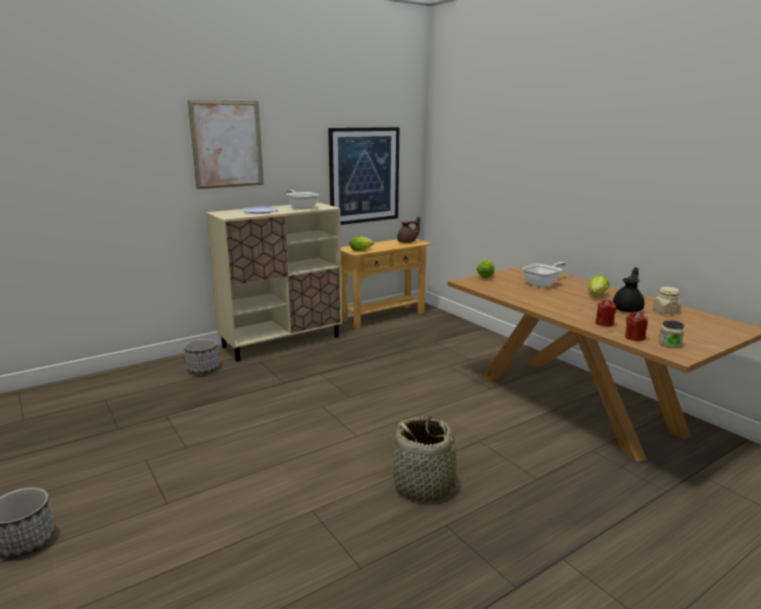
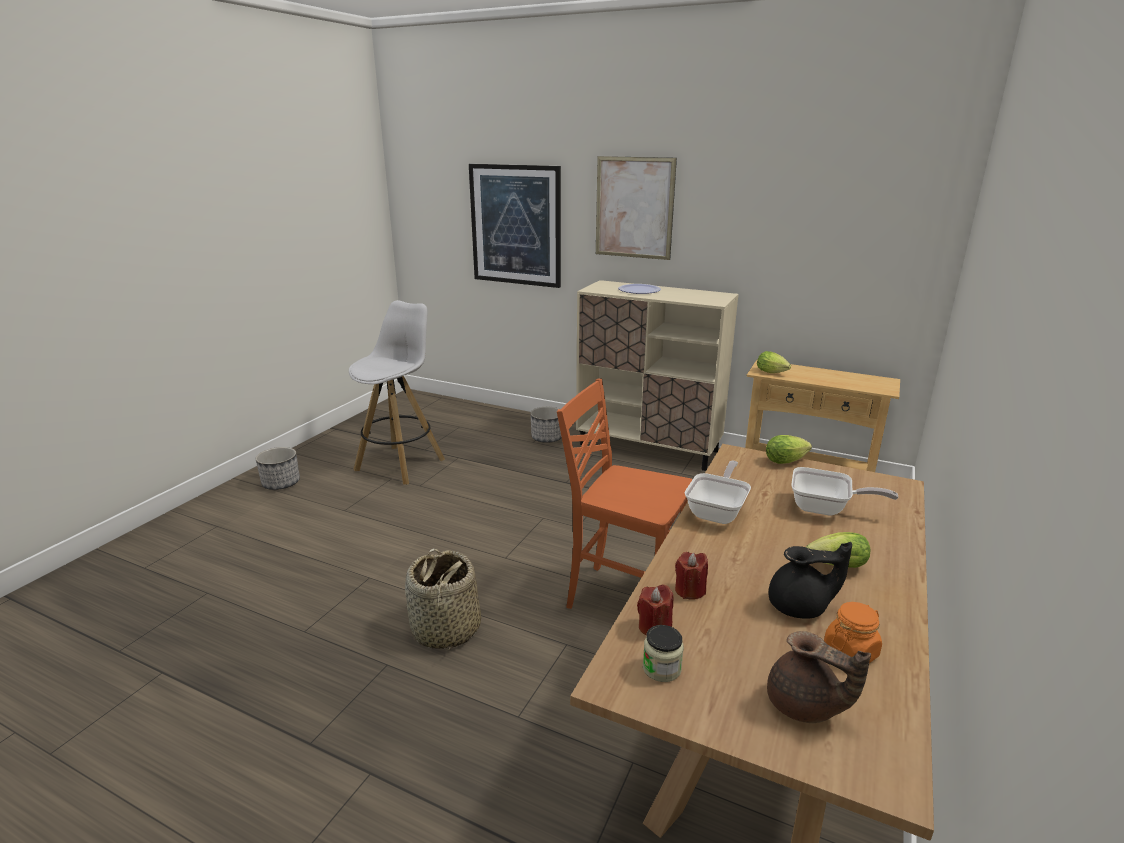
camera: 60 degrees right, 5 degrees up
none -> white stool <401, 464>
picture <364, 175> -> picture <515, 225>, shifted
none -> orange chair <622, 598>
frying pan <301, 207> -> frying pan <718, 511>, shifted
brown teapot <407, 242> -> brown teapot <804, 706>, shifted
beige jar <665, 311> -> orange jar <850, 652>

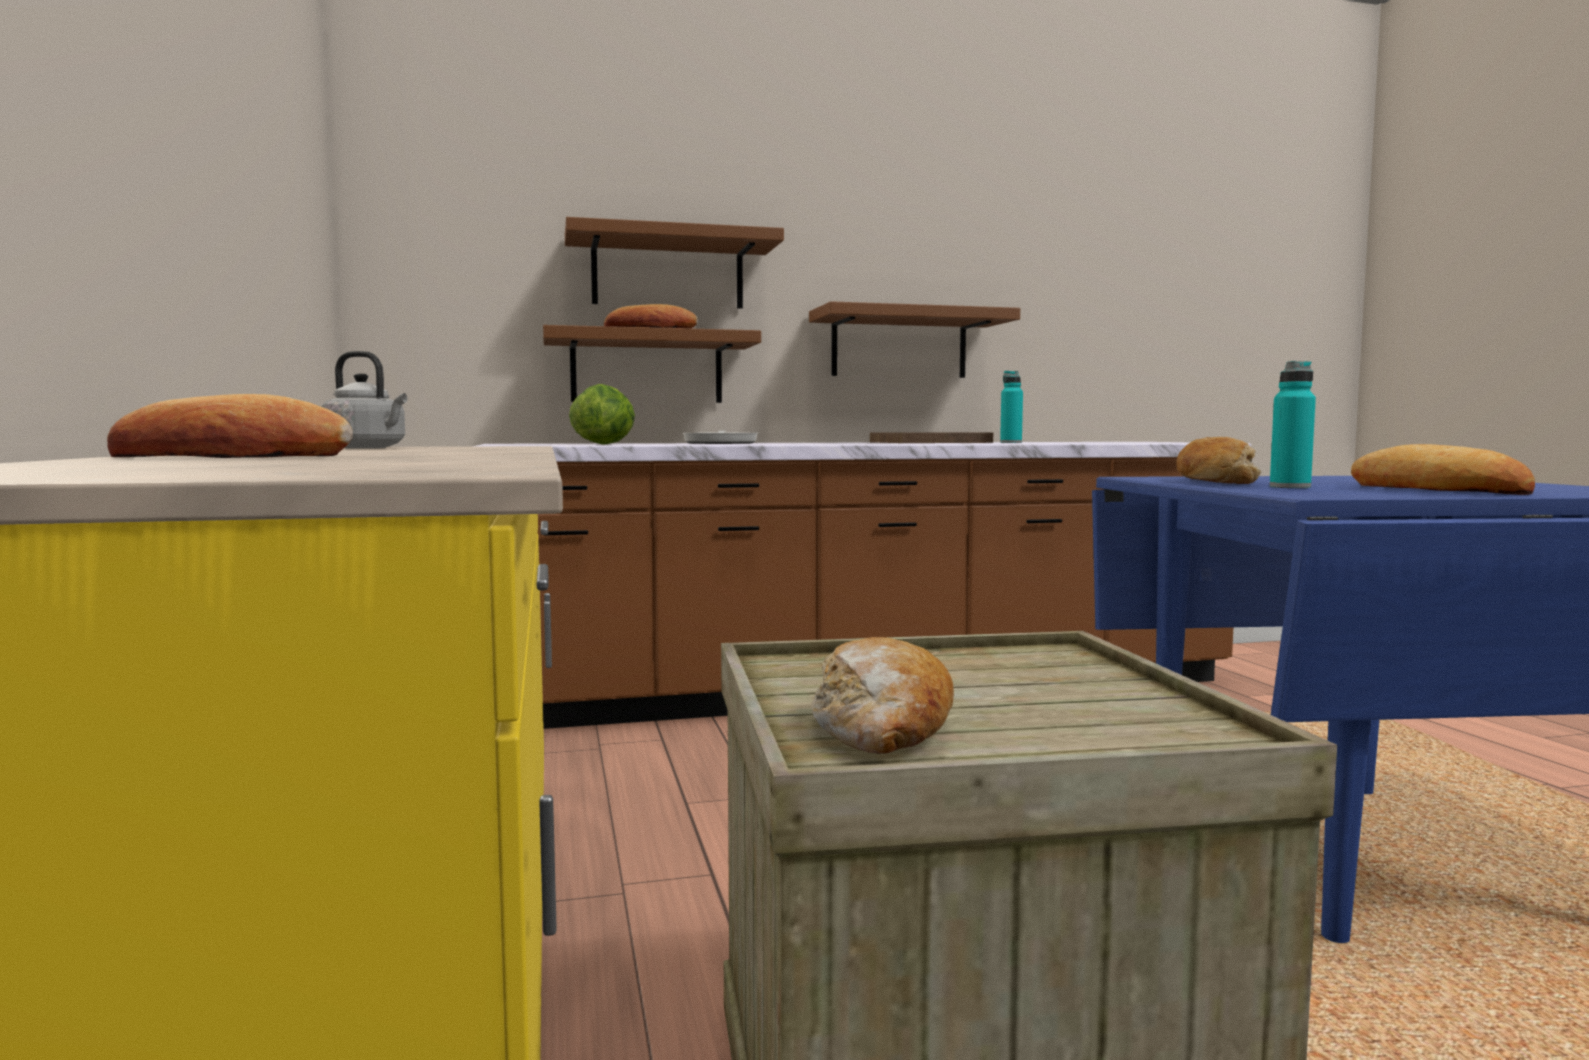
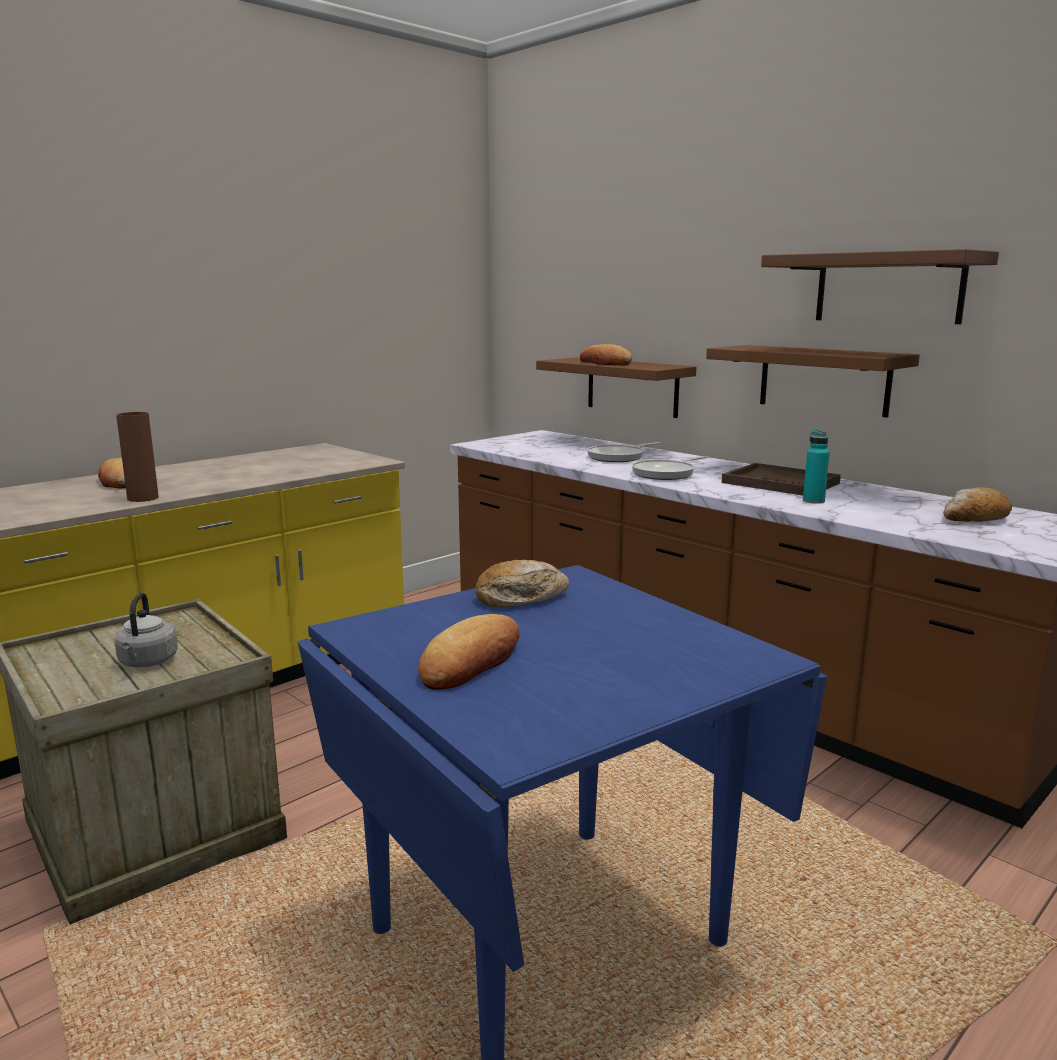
camera: 60 degrees right, 10 degrees up
grey kettle <368, 448> -> grey kettle <147, 662>, shifted
none -> brown vase <143, 498>
none -> frying pan <666, 473>
brown shelf <668, 272> -> brown shelf <888, 288>, shifted
bread <882, 729> -> bread <974, 519>, shifted
lettuce <604, 444> -> none
turquoise bottle <1290, 487> -> none

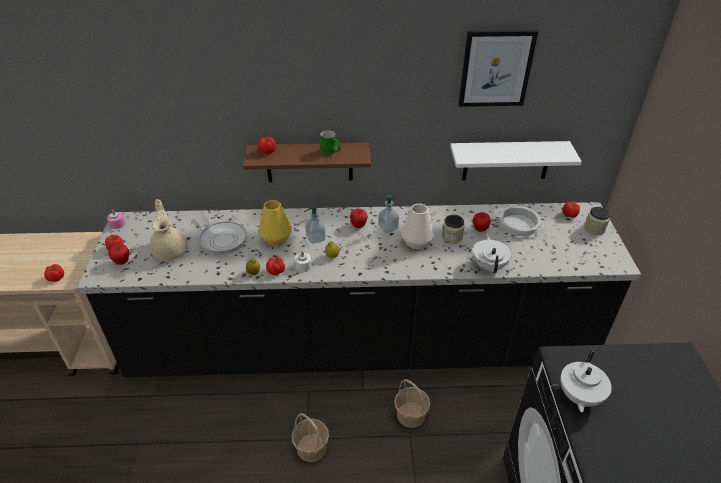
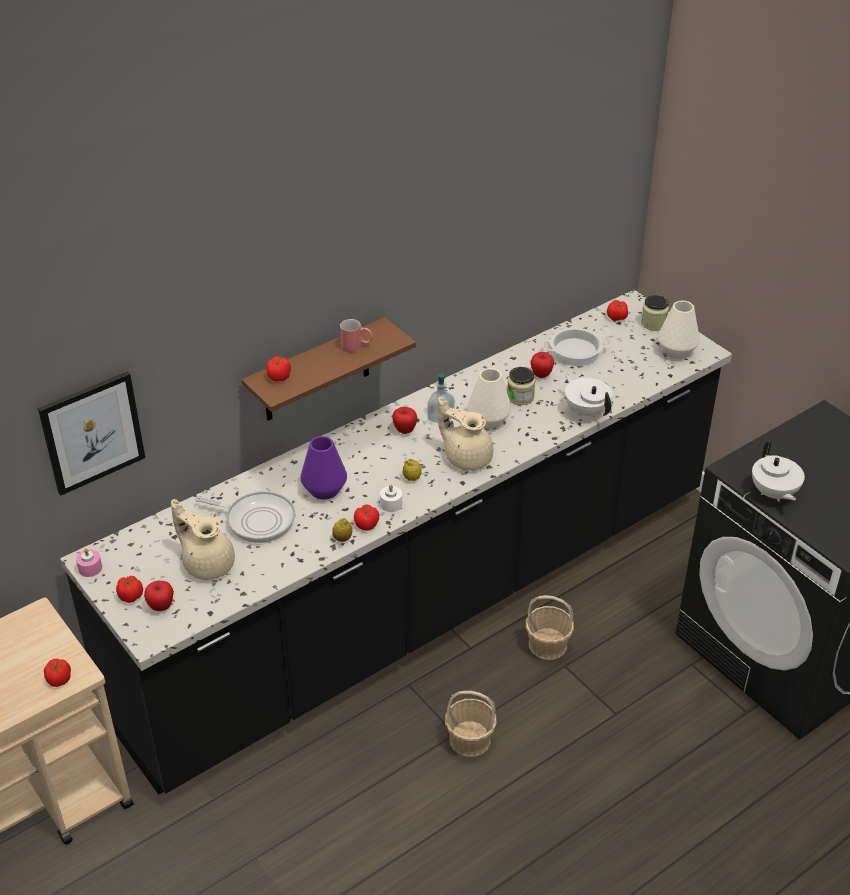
camera: 35 degrees left, 0 degrees up
picture <496, 69> -> picture <92, 432>, shifted
yellow vase <276, 239> -> purple vase <324, 489>
green mug <331, 152> -> red mug <356, 346>
none -> beige teapot <466, 457>
none -> white vase <676, 350>
soap dispenser <315, 238> -> none
white shelf <506, 160> -> none

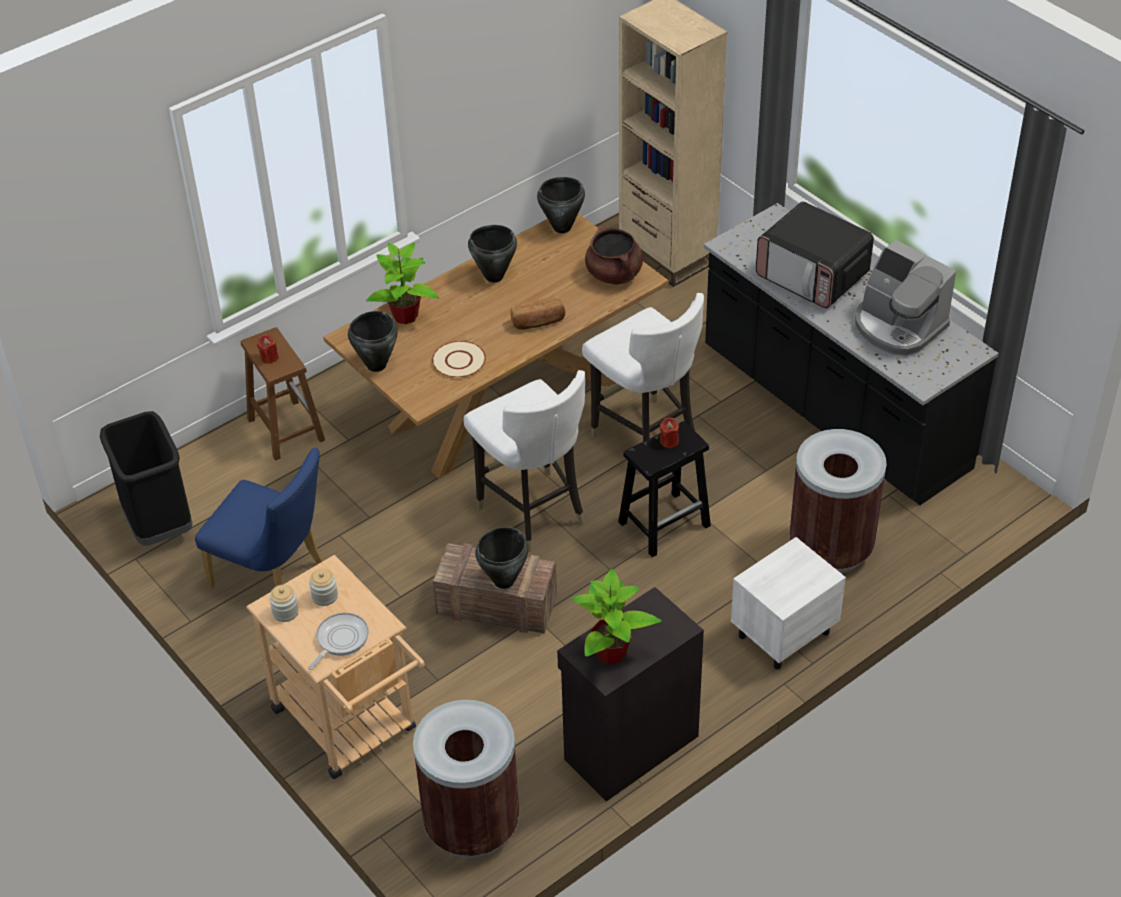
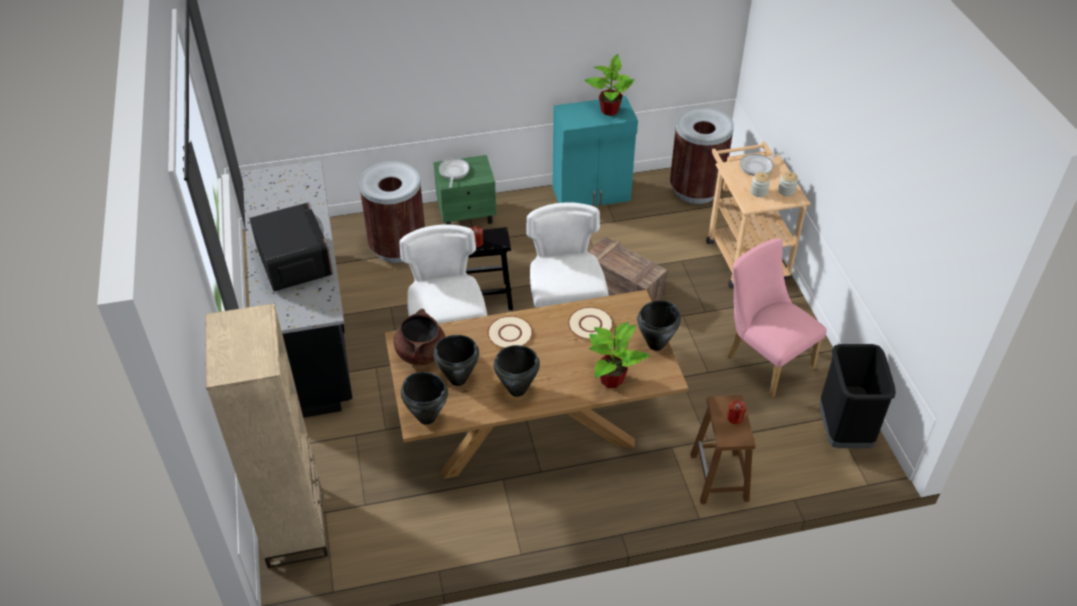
camera: 155 degrees left, 0 degrees up
white nightstand <782, 634> -> green nightstand <467, 215>
black cooking pot <504, 581> -> black cooking pot <457, 379>, shifted
none -> frying pan <453, 172>
bread <538, 322> -> beige plate <510, 334>
black cabinet <629, 747> -> turquoise cabinet <592, 194>
blue chair <274, 576> -> pink chair <764, 359>
coffee machine <898, 326> -> none

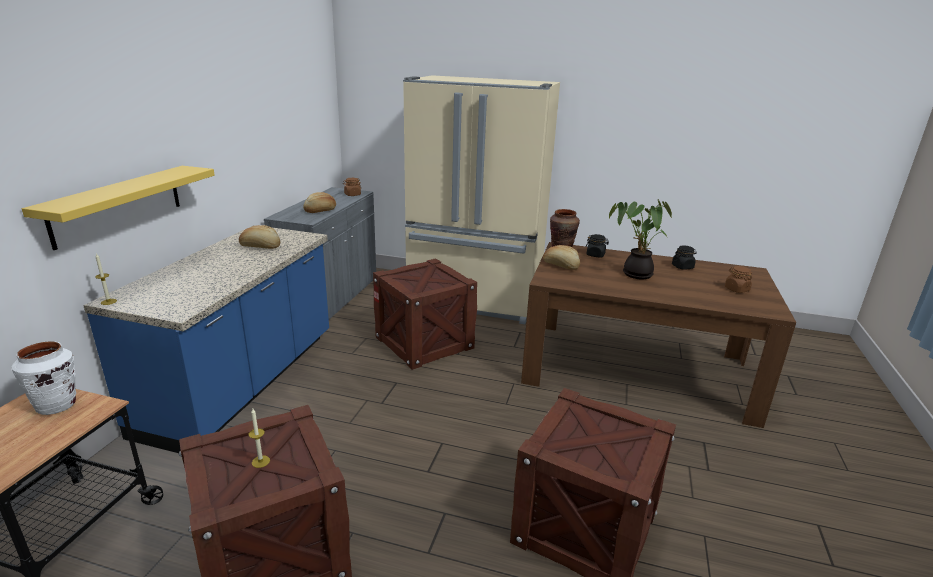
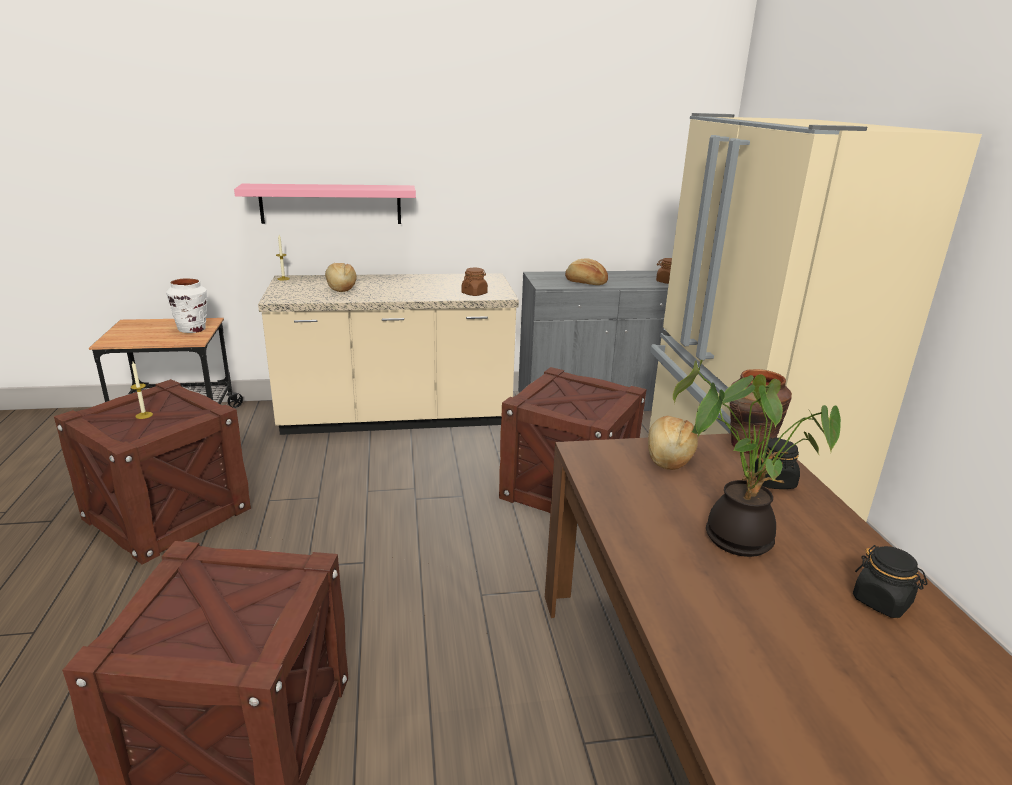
camera: 65 degrees right, 0 degrees up
yellow shelf <118, 204> -> pink shelf <331, 204>
blue counter <243, 382> -> beige counter <396, 417>
bread <260, 247> -> bread <340, 287>, shifted
brown jar <736, 289> -> brown jar <474, 294>, shifted

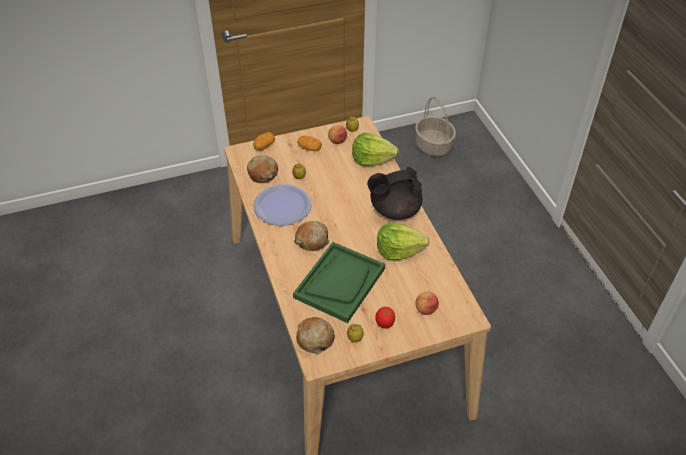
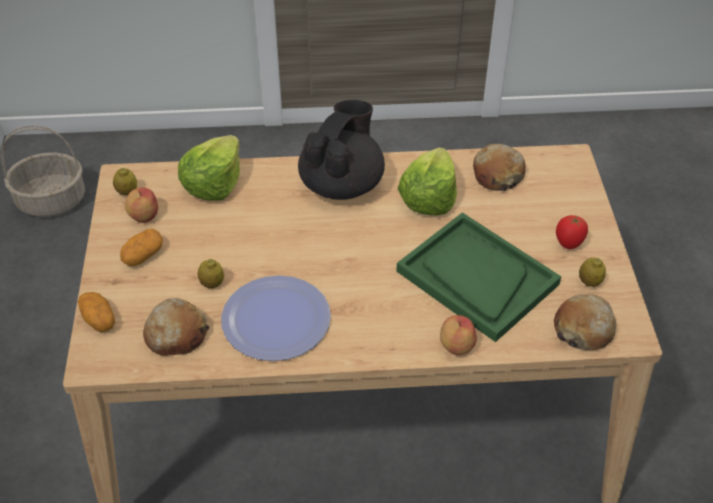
camera: 75 degrees left, 0 degrees up
black teapot <394, 210> -> black teapot <342, 184>, 150 degrees counterclockwise
apple <426, 309> -> apple <455, 346>, shifted
bread <312, 240> -> bread <497, 175>, shifted

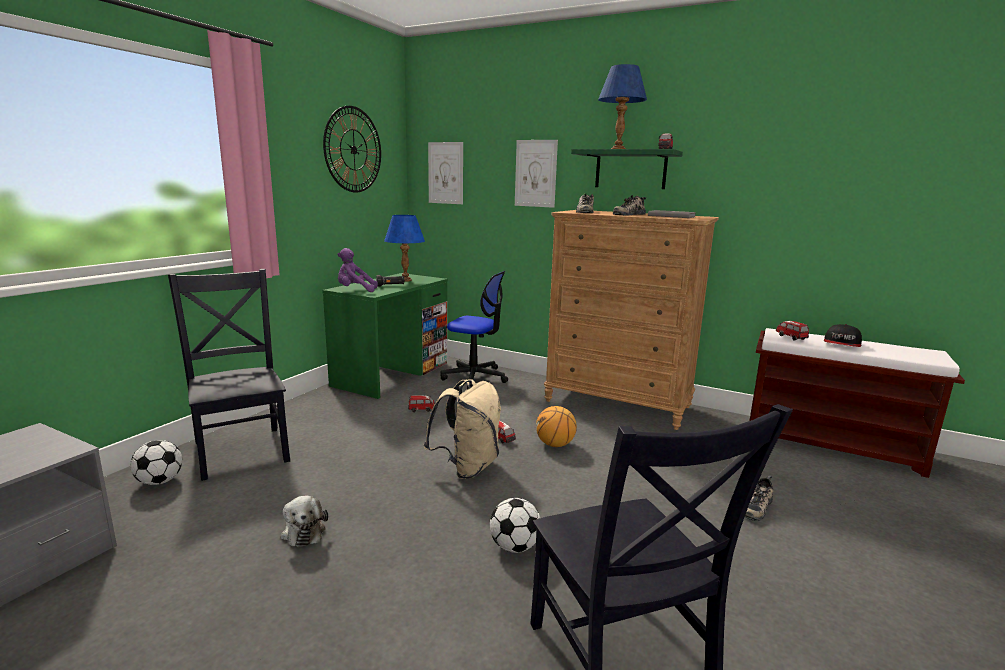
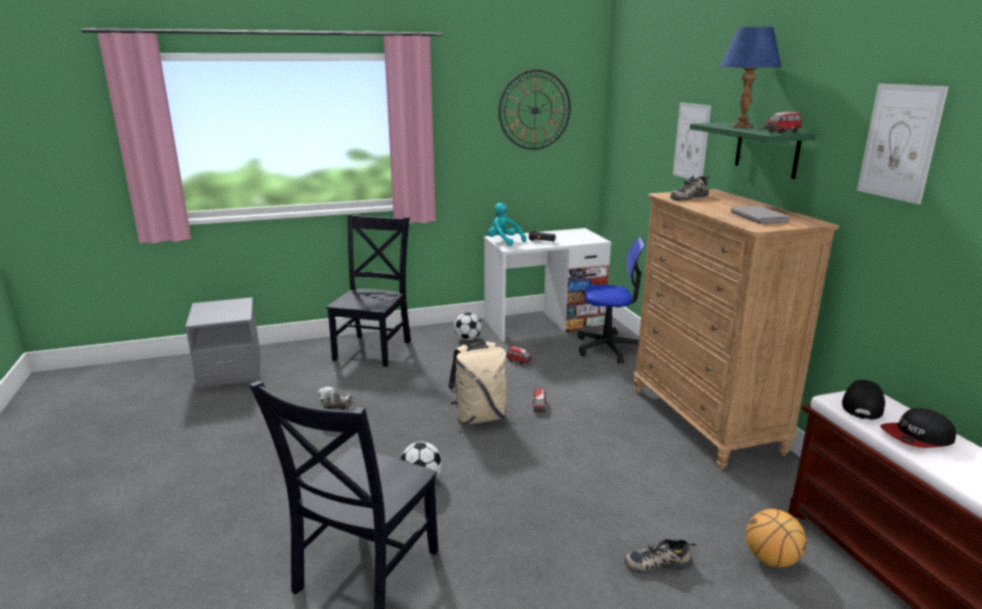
camera: 45 degrees right, 5 degrees up
football <160, 481> -> football <468, 339>, shifted
green desk <391, 374> -> white desk <543, 323>
purple plush toy <355, 290> -> turquoise plush toy <504, 241>
office chair <475, 377> -> office chair <608, 348>, 60 degrees counterclockwise
basketball <555, 444> -> basketball <771, 559>, shifted
toy car <790, 337> -> black cap <862, 406>
picture <445, 173> -> picture <899, 142>, shifted
blue table lamp <405, 280> -> none
shoe <628, 214> -> none

